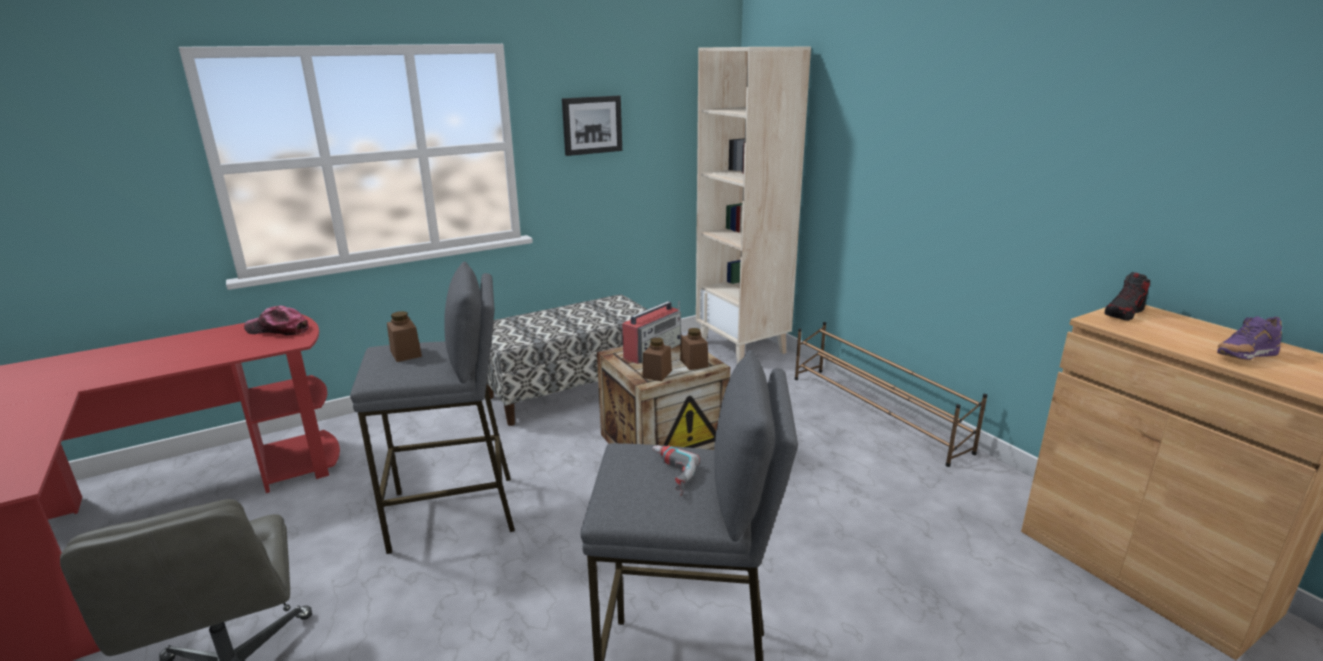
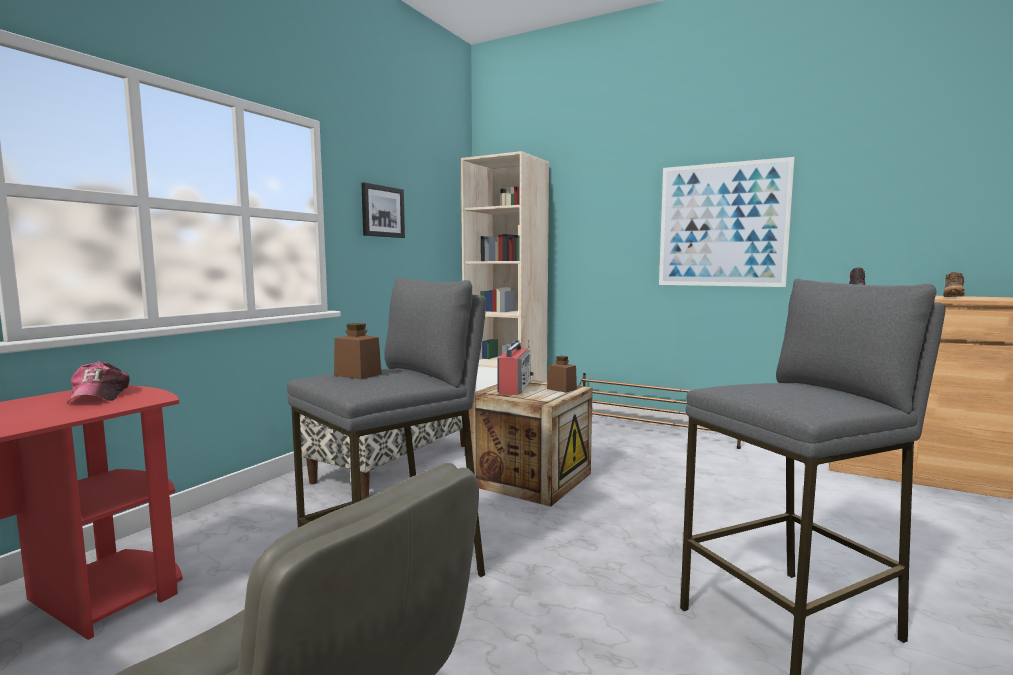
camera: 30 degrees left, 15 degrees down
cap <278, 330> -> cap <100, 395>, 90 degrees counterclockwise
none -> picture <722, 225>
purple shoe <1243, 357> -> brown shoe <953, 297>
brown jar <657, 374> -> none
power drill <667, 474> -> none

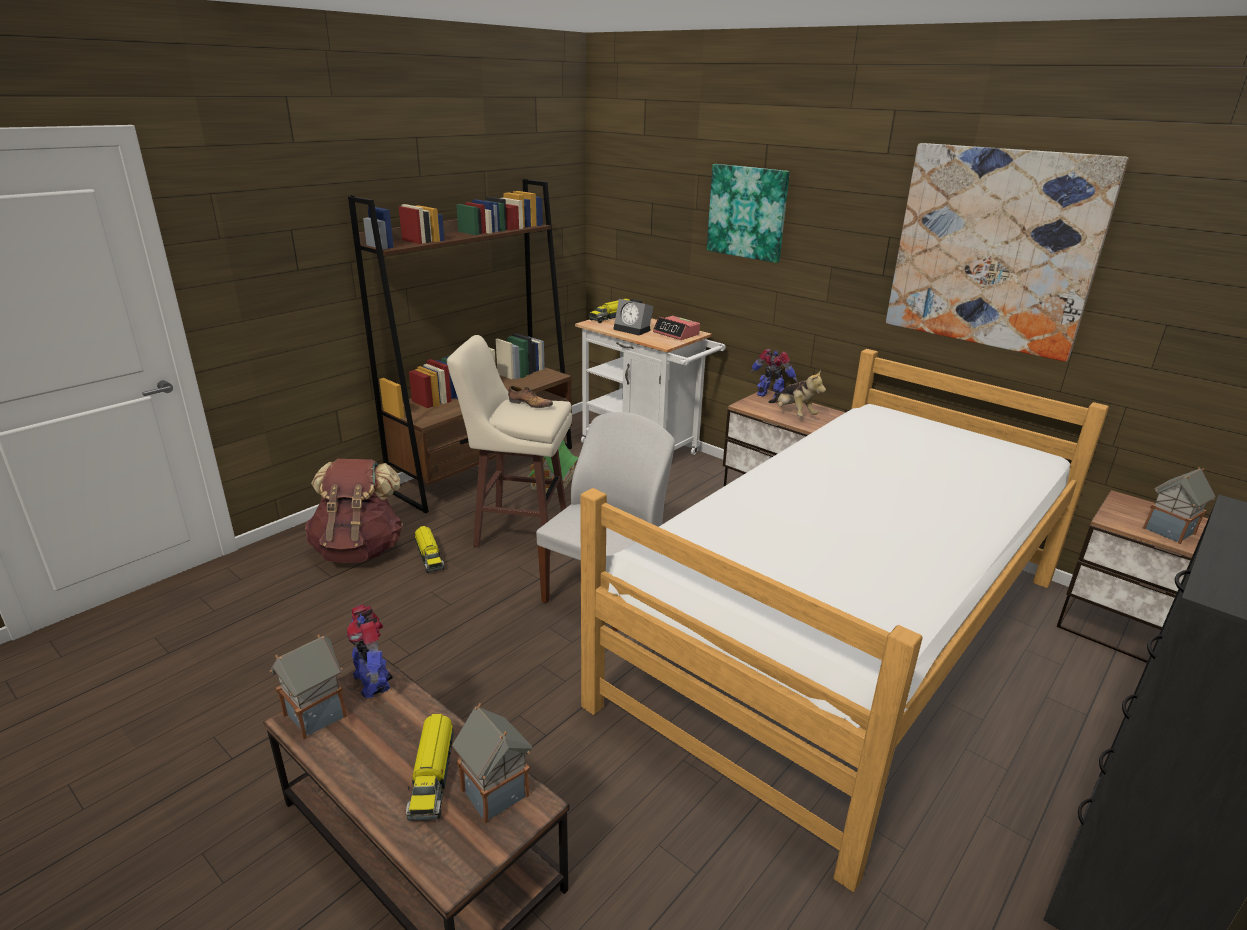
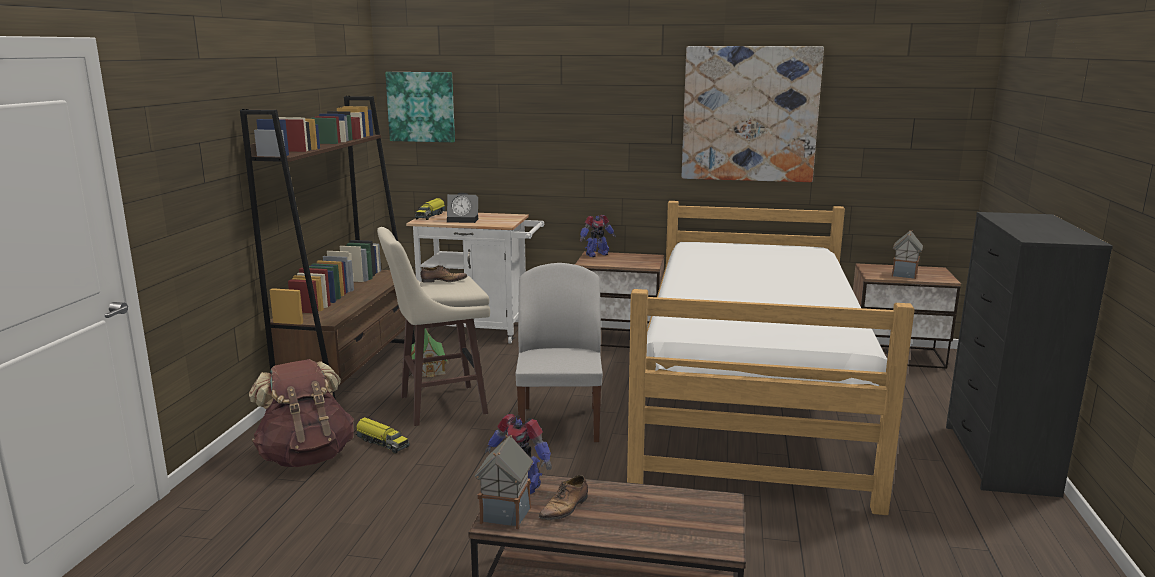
camera: 30 degrees left, 10 degrees down
picture <747, 212> -> picture <421, 107>, shifted
none -> shoe <565, 508>
toy robot <770, 396> -> toy robot <596, 254>, 150 degrees clockwise
toy truck <432, 775> -> none
toy house <496, 793> -> none
alarm clock <676, 334> -> none
plush toy <793, 414> -> none

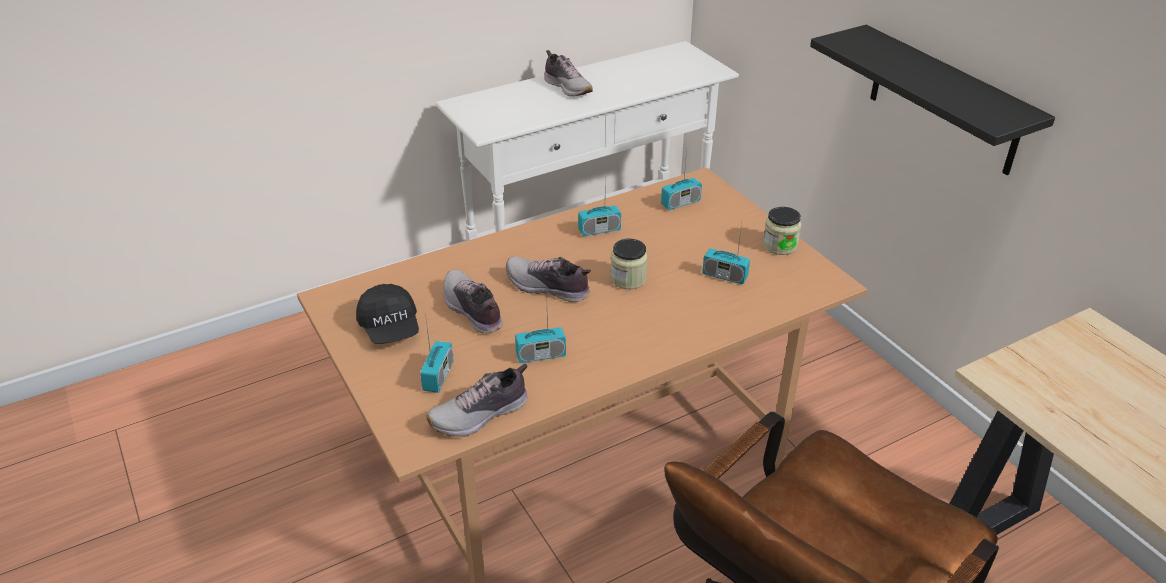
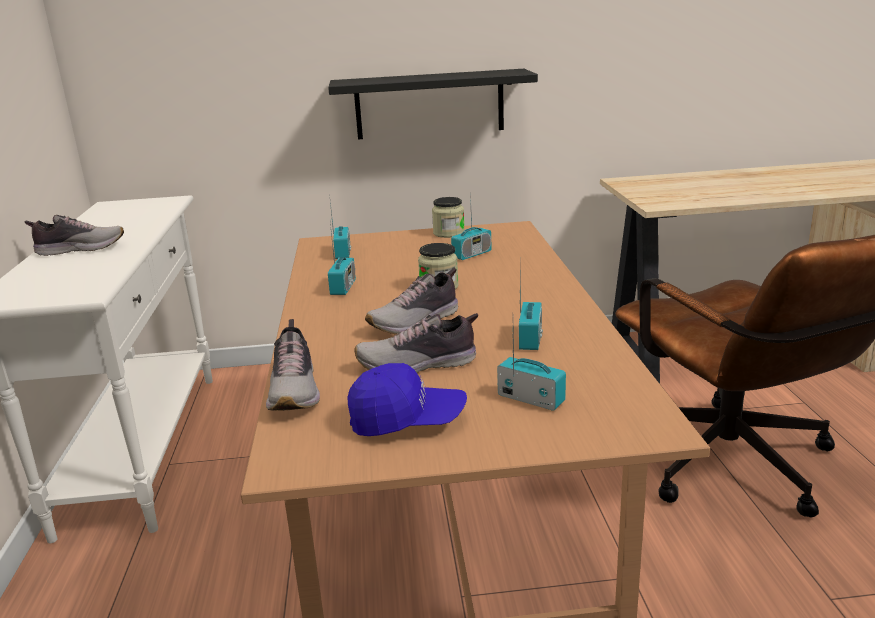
camera: 65 degrees left, 15 degrees down
shoe <481, 415> -> shoe <295, 390>, shifted
black cap <390, 328> -> blue cap <407, 421>

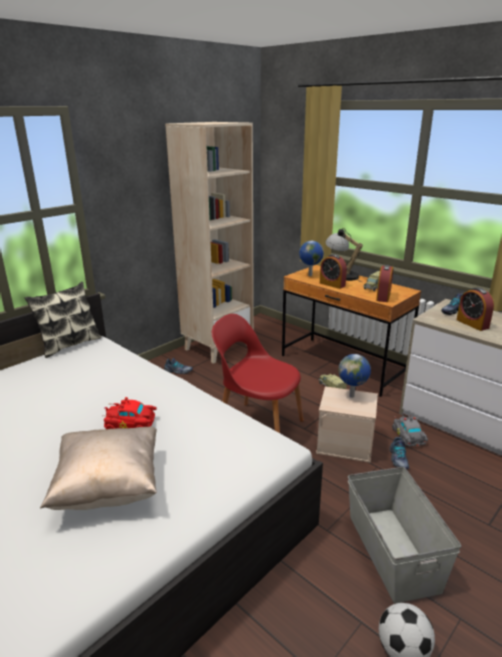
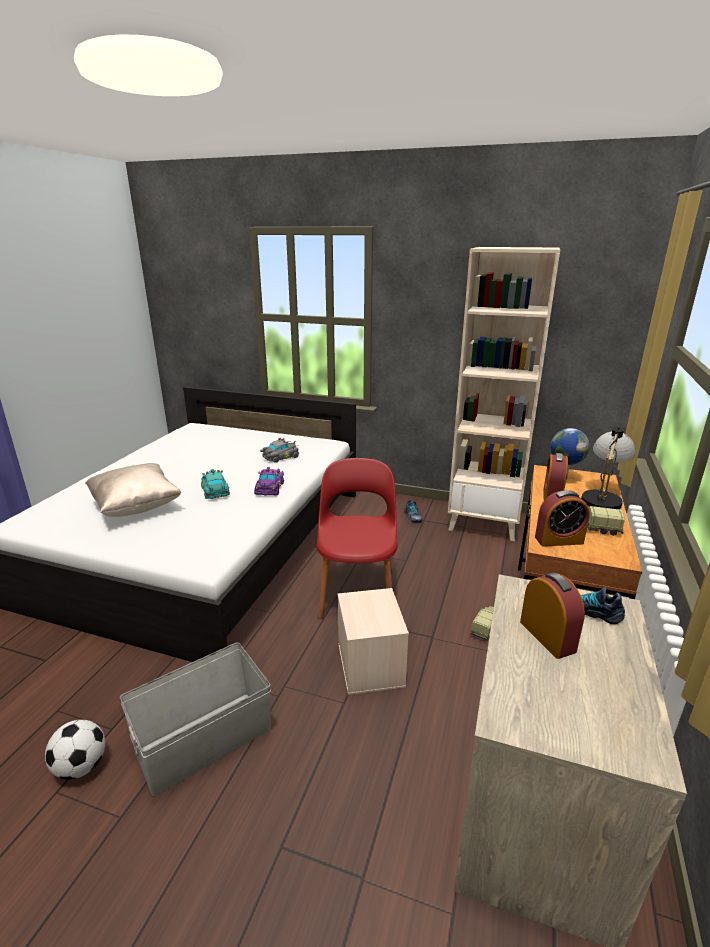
camera: 65 degrees right, 0 degrees up
red toy car <131, 424> -> turquoise toy car <215, 492>
none -> purple toy car <270, 488>
grey toy car <408, 437> -> grey toy car <279, 457>, shifted
alarm clock <472, 324> -> alarm clock <547, 636>, 120 degrees clockwise
pillow <69, 344> -> none
globe <352, 396> -> none
shoe <398, 459> -> none

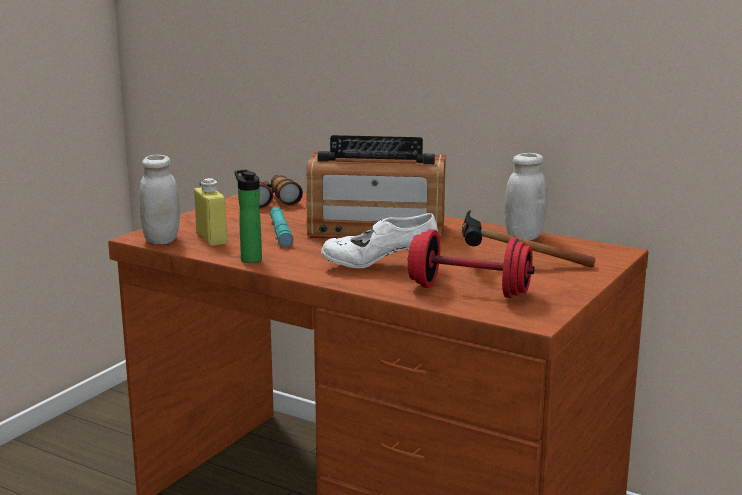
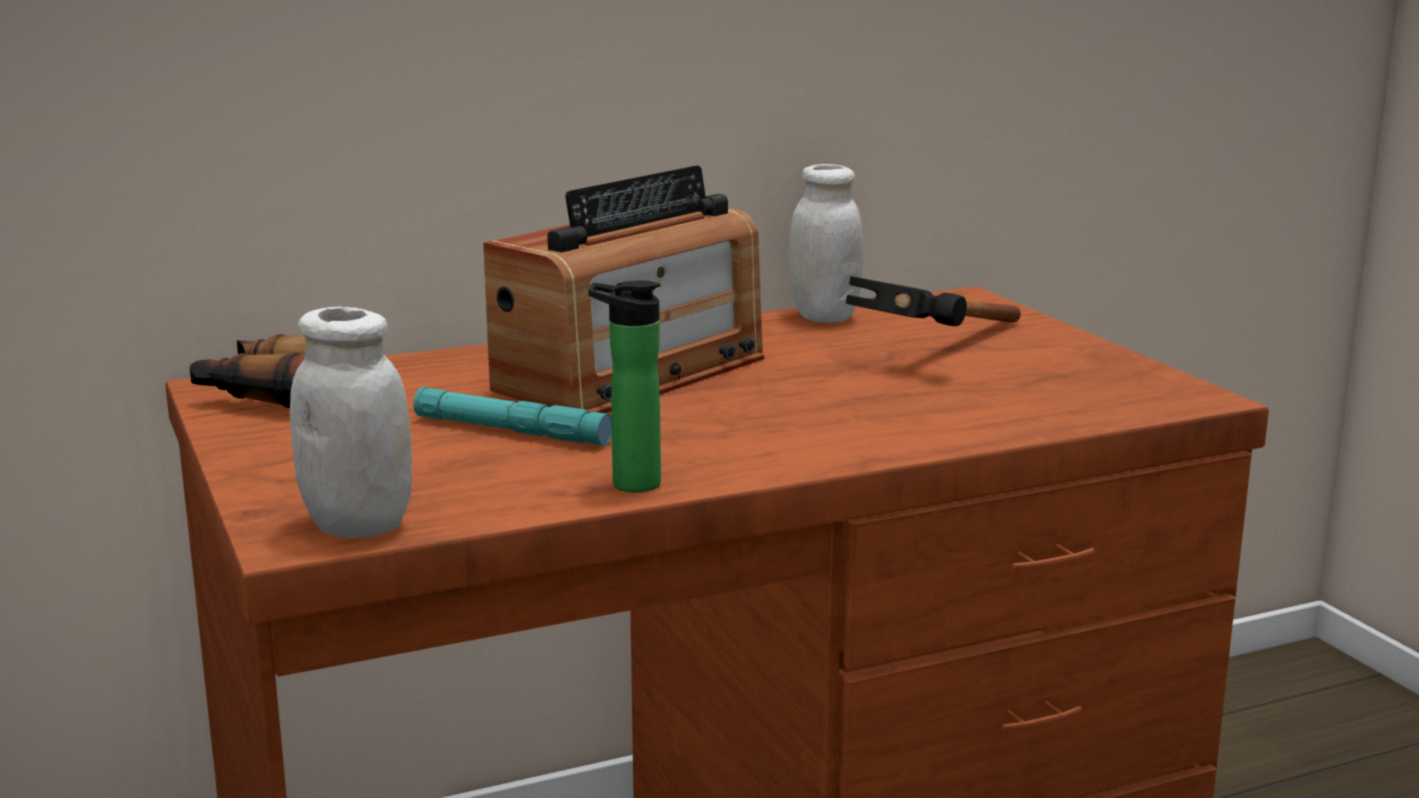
camera: 55 degrees left, 0 degrees up
yellow bottle <211, 238> -> none
white shoe <379, 266> -> none
red dumbbell <469, 291> -> none

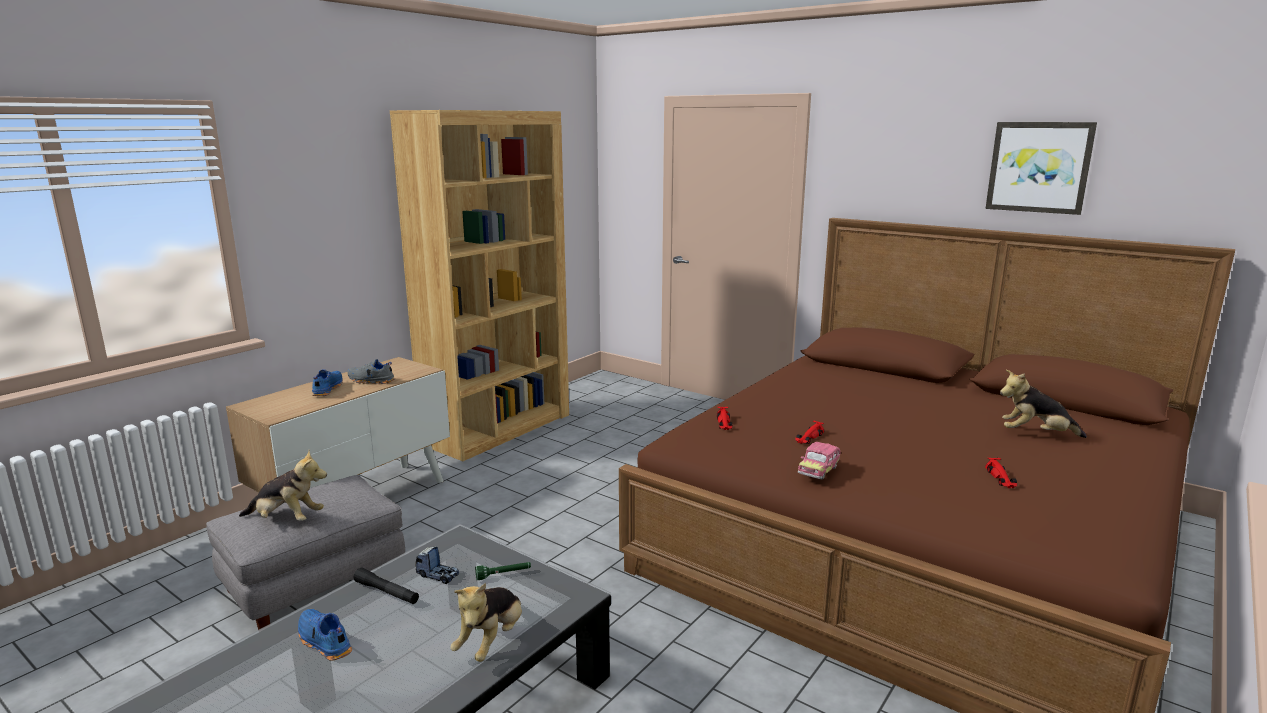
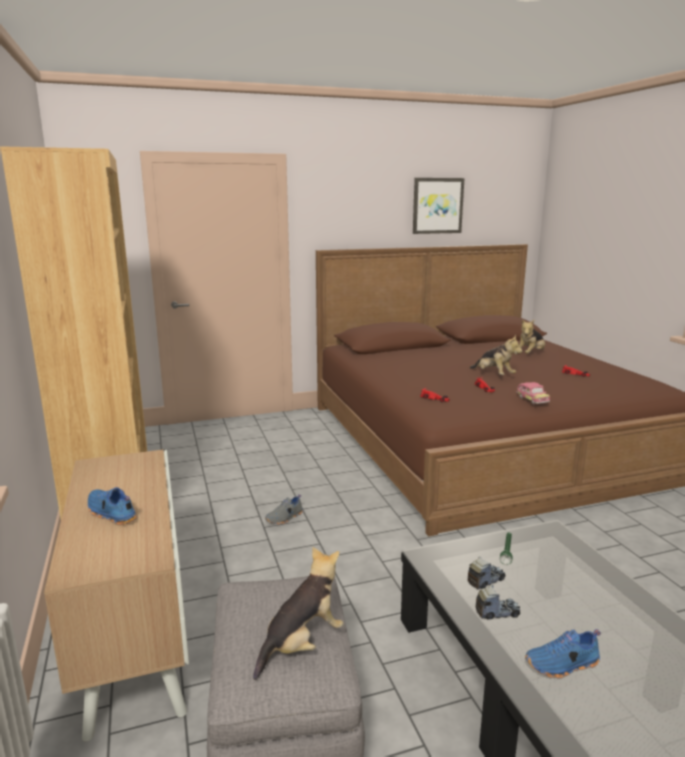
camera: 55 degrees left, 0 degrees up
grey shoe <371, 381> -> grey shoe <285, 518>, shifted
plush toy <491, 641> -> plush toy <494, 375>, shifted
black flashlight <387, 592> -> toy truck <497, 612>

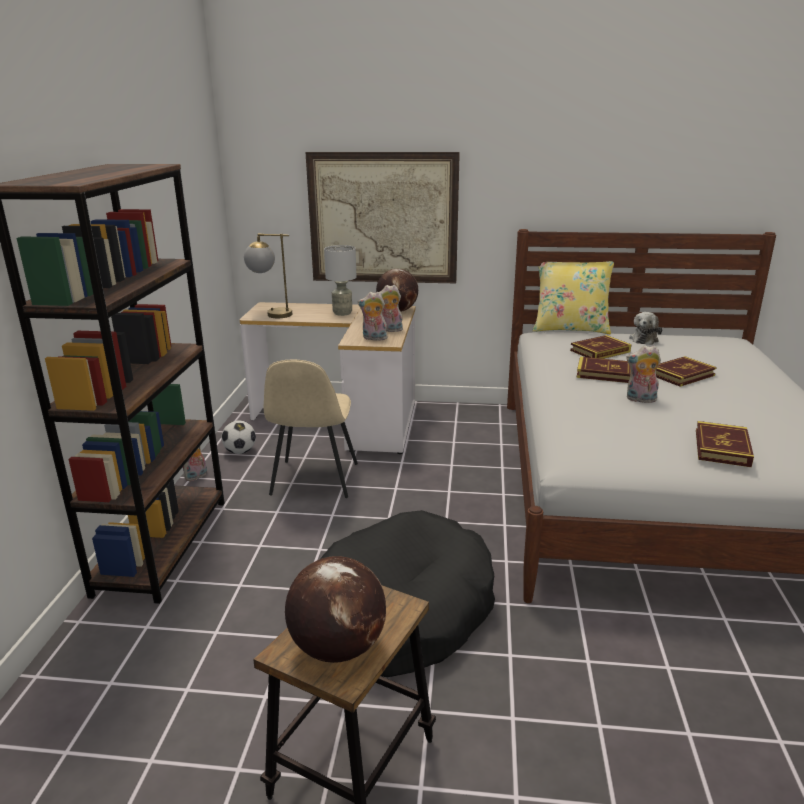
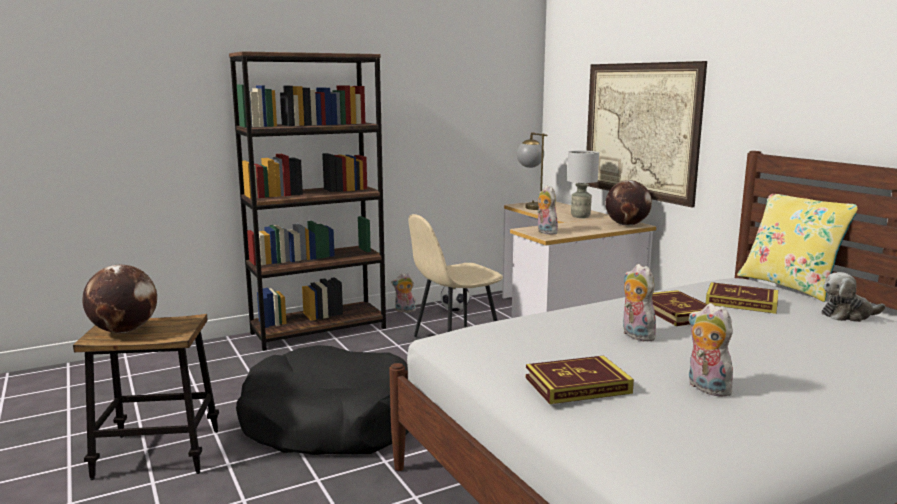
camera: 55 degrees right, 10 degrees down
plush toy <390, 330> -> plush toy <705, 388>, shifted
book <681, 375> -> none

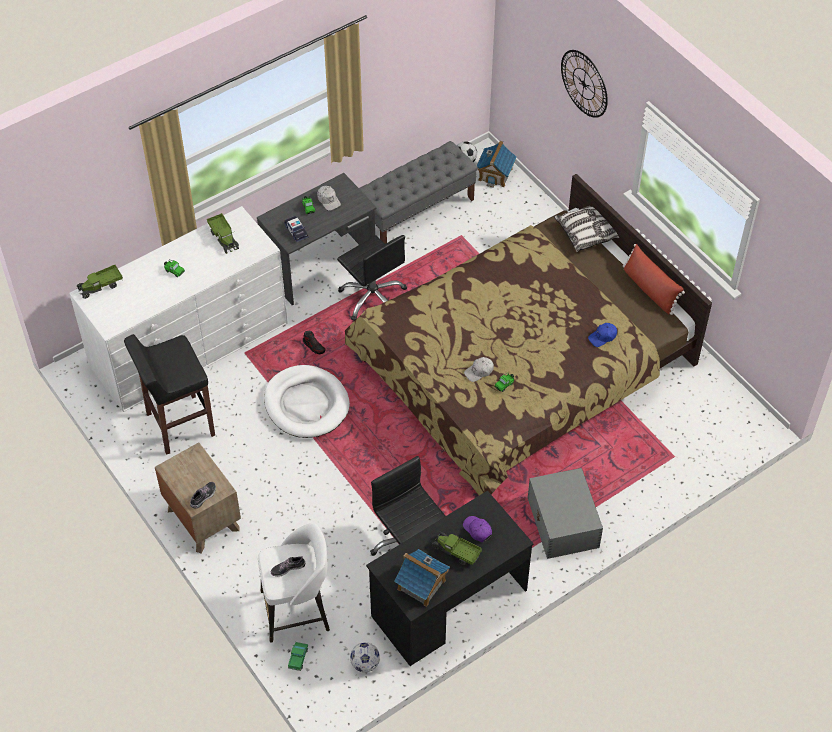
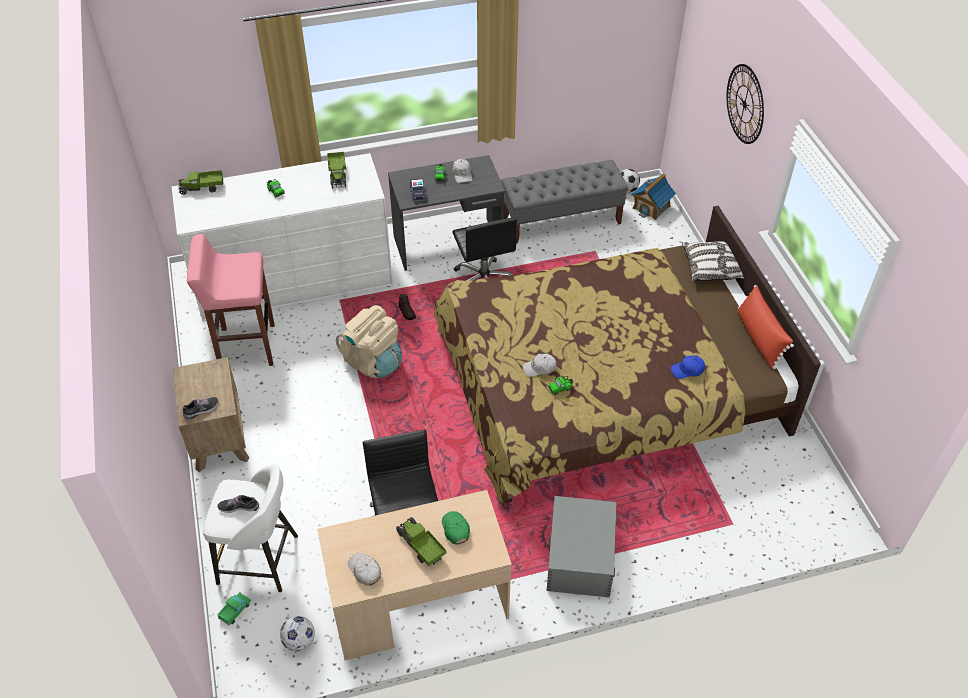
camera: 20 degrees right, 5 degrees down
black stool <179, 425> -> pink stool <246, 347>
black desk <449, 603> -> beige desk <418, 605>
white dog bed <306, 404> -> beige backpack <373, 361>
toy house <421, 585> -> white cap <365, 570>
purple cap <477, 530> -> green cap <455, 529>

